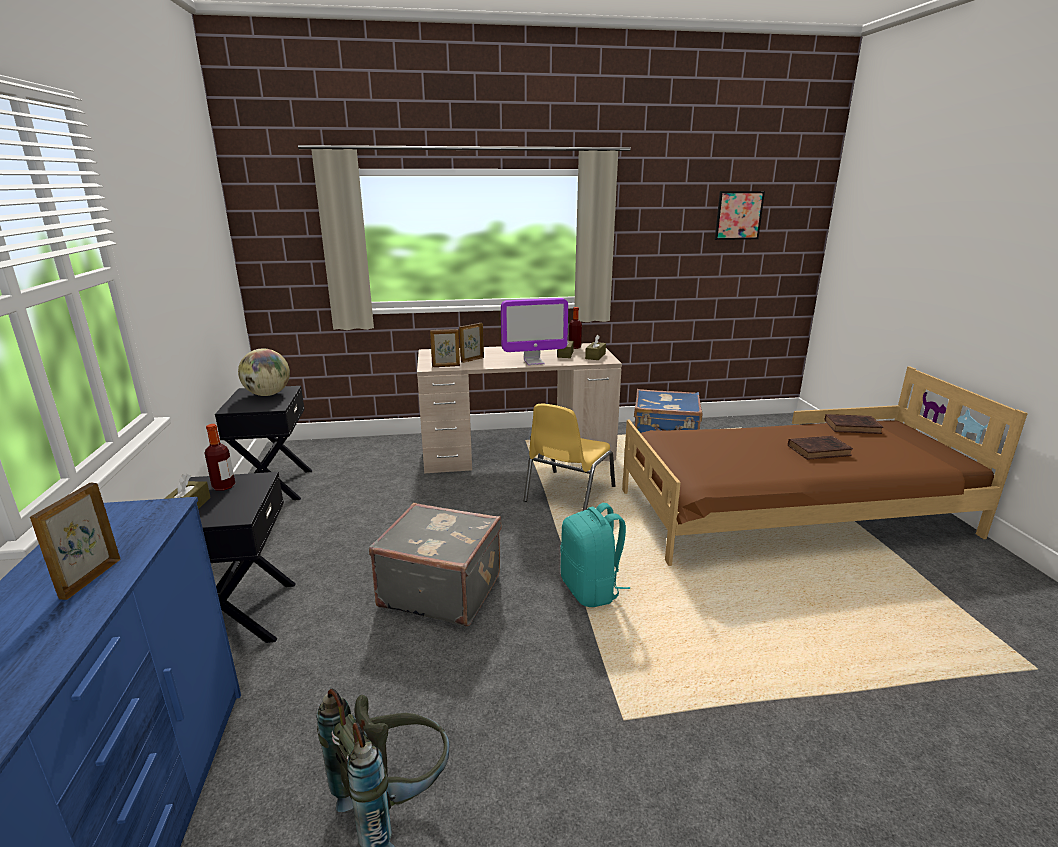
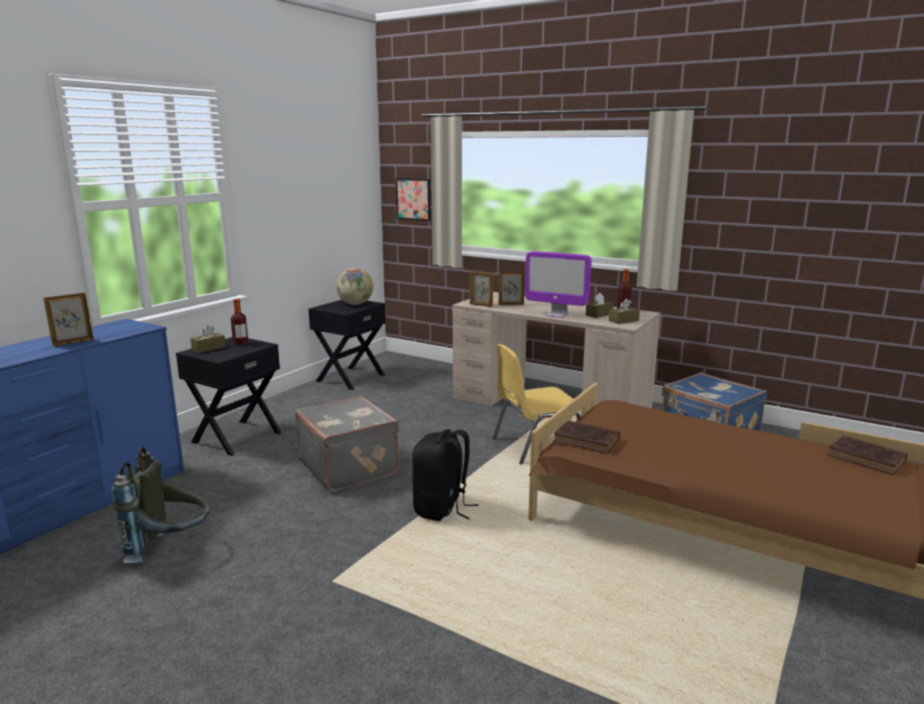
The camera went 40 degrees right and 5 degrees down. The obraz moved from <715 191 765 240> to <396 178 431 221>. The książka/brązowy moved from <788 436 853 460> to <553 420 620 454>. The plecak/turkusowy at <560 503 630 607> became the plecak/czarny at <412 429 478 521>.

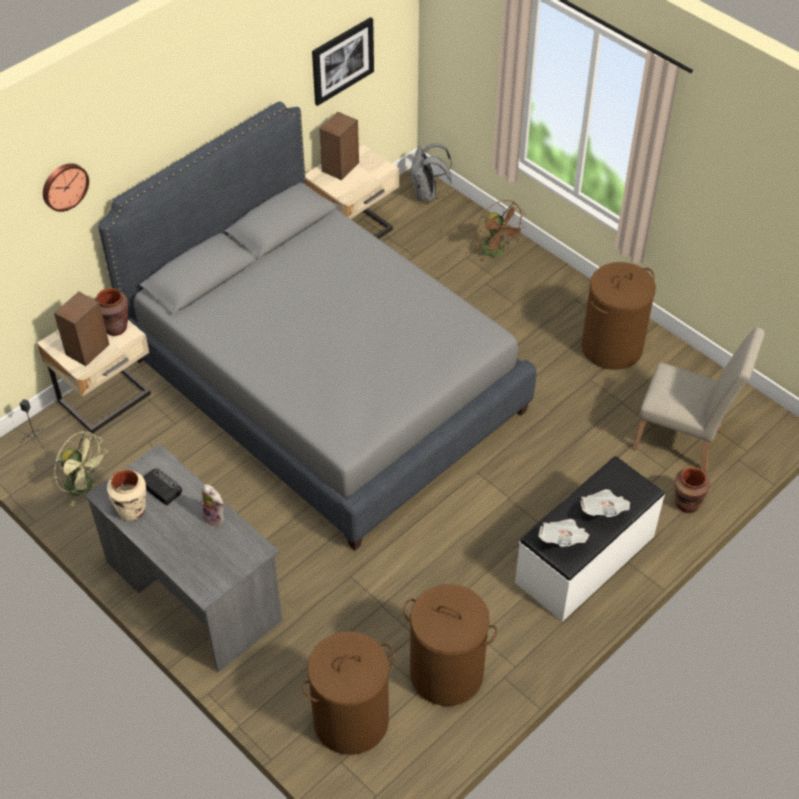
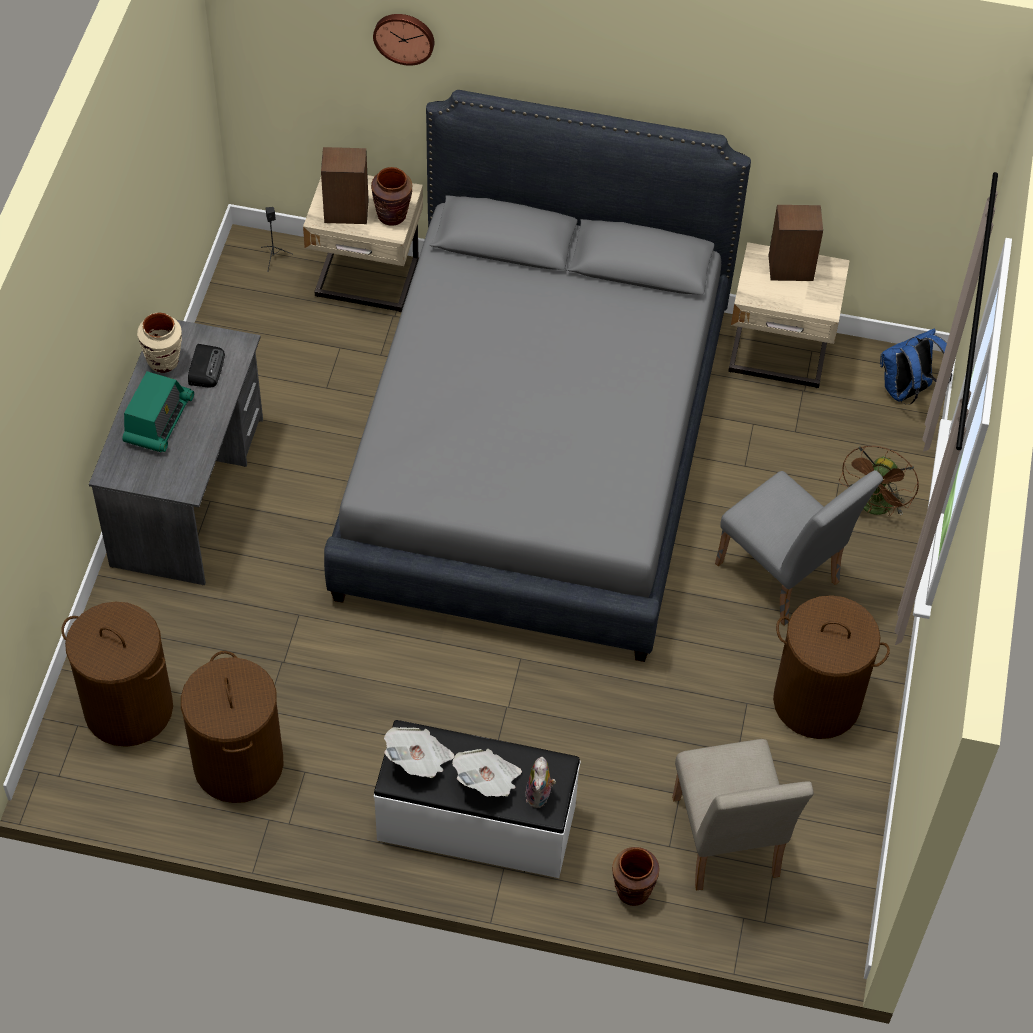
The camera went 55 degrees right and 5 degrees up. The wentylator/zielony at <54 431 108 506> disappeared. The obraz at <312 17 374 106> disappeared. The radio at <122 371 194 452> appeared. The krzesło/szary at <715 470 883 626> appeared. The pluszak moved from <201 484 225 527> to <526 757 556 808>. The plecak/szary at <410 143 452 202> became the plecak/niebieski at <880 328 953 405>.

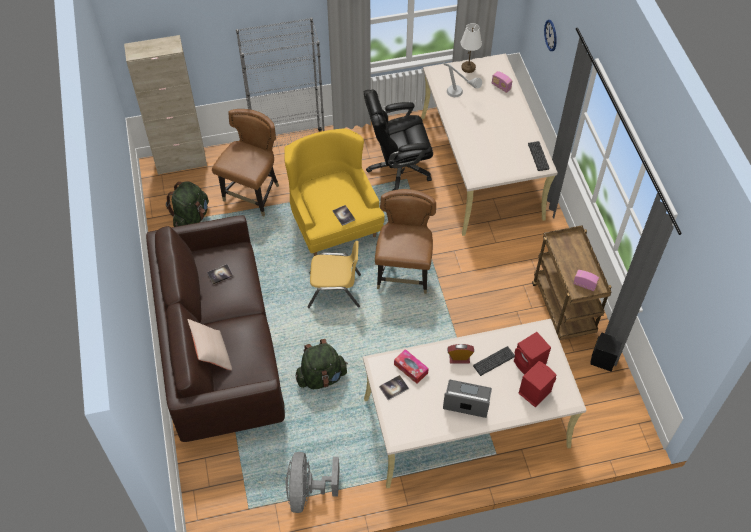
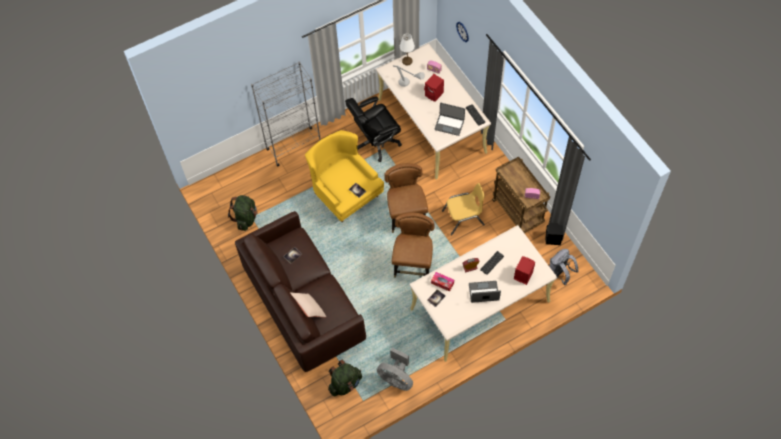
The camera went 15 degrees left and 5 degrees up. The szafka/beżowy at <124 35 207 175> disappeared. The laptop at <434 103 465 136> appeared. The plecak/szary at <549 249 579 285> appeared. The krzesło/brązowy moved from <212 109 279 216> to <392 213 435 278>. The plecak/zielony moved from <296 339 348 389> to <328 360 362 396>. The krzesło/żółty moved from <307 241 361 308> to <442 183 485 235>. The głośnik/czerwony moved from <514 332 551 375> to <424 74 444 102>. The wentylator/szary at <285 452 340 513> turned 45 degrees counterclockwise.

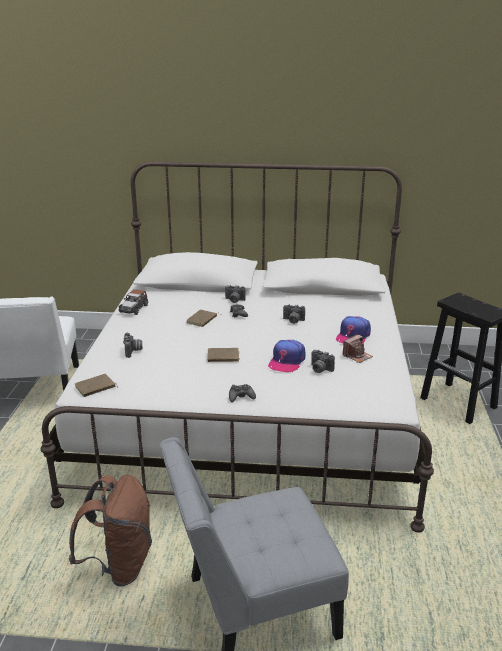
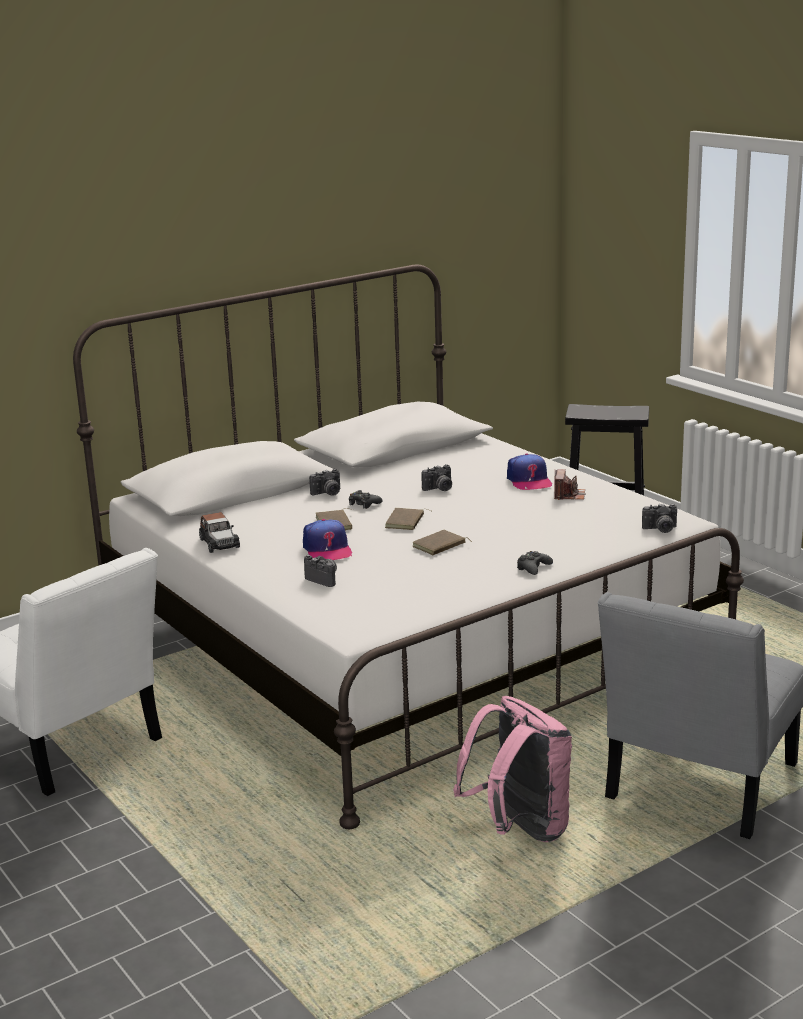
The camera went 40 degrees left and 5 degrees down. The książka/brązowy moved from <75 374 118 397> to <385 508 433 530>. The czapka z daszkiem moved from <268 340 306 373> to <303 519 352 560>. The aparat fotograficzny moved from <311 350 335 373> to <642 504 677 533>. The plecak/brązowy at <69 475 152 586> became the plecak/różowy at <453 696 572 842>.

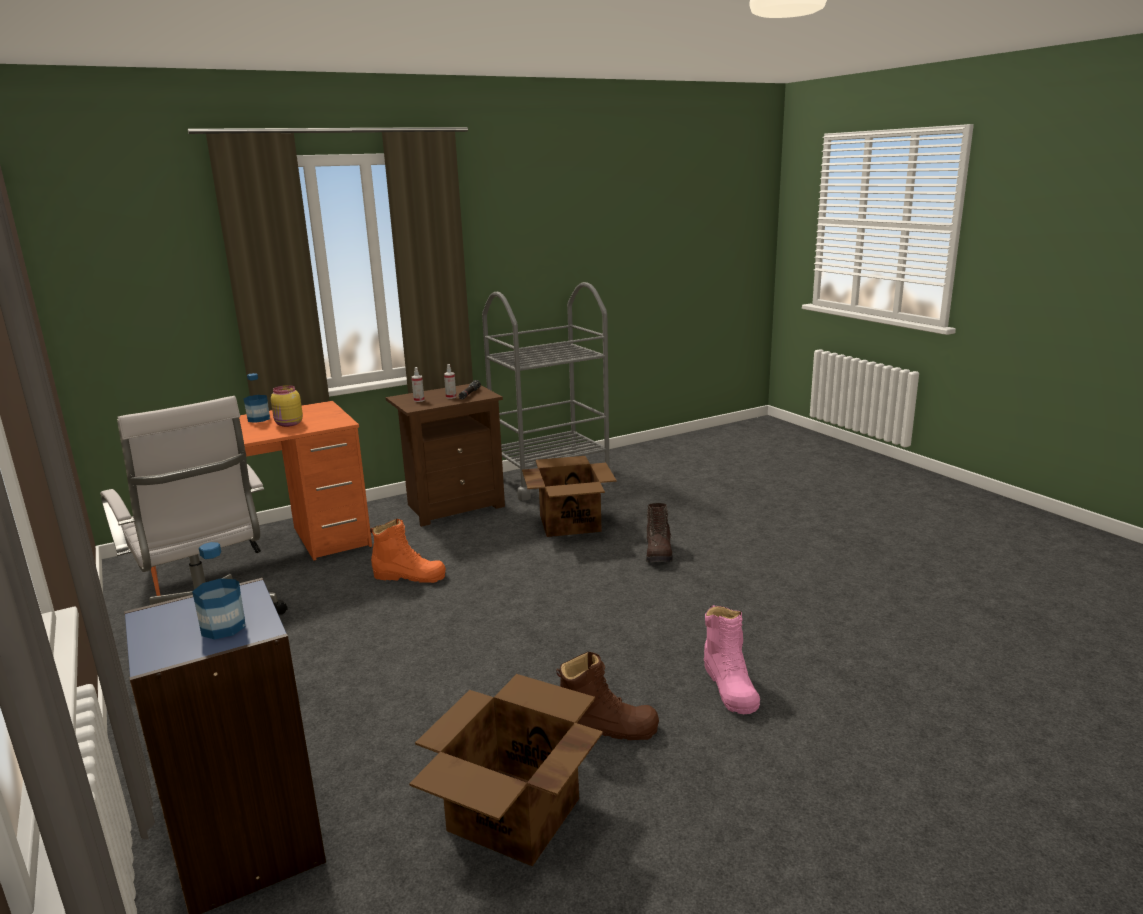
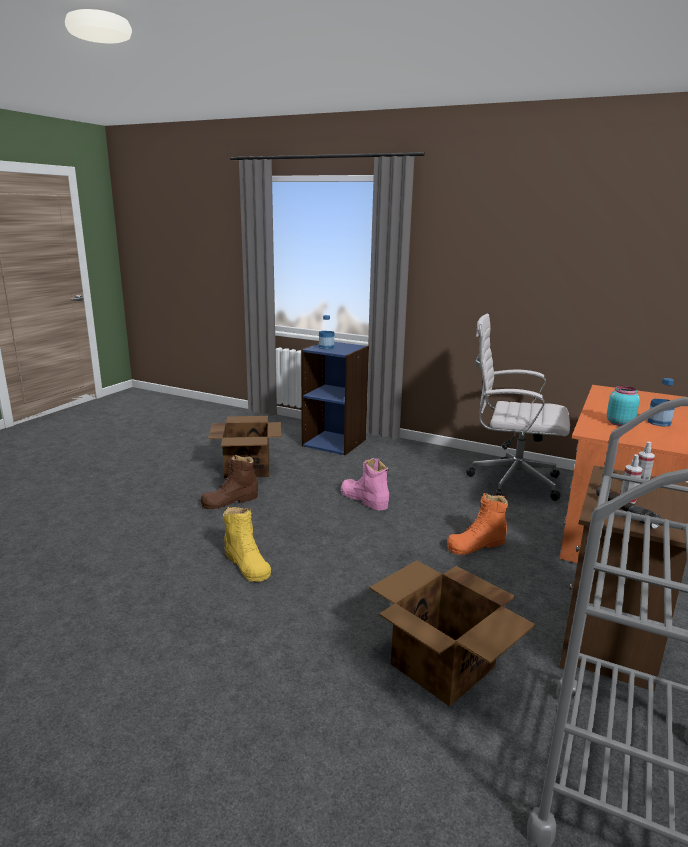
The camera went 145 degrees right and 0 degrees up. The but z cholewką/brązowy at <646 503 673 562> disappeared. The but z cholewką/żółty at <223 507 271 582> appeared. The but z cholewką/różowy moved from <704 605 760 714> to <341 458 389 510>. The słoik/żółty at <271 385 303 427> became the słoik/turkusowy at <607 386 640 426>.

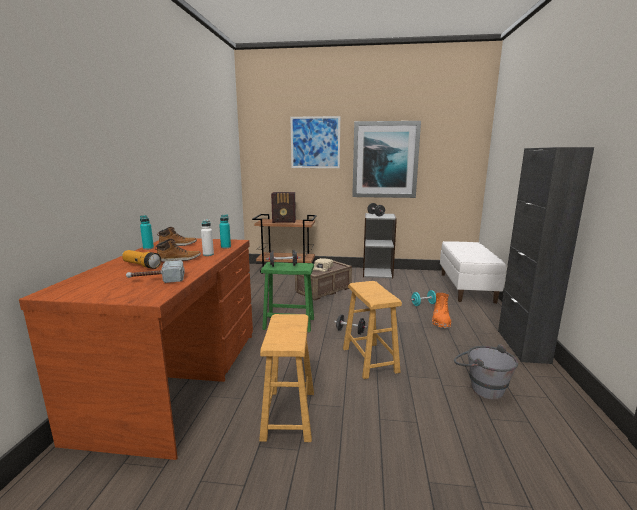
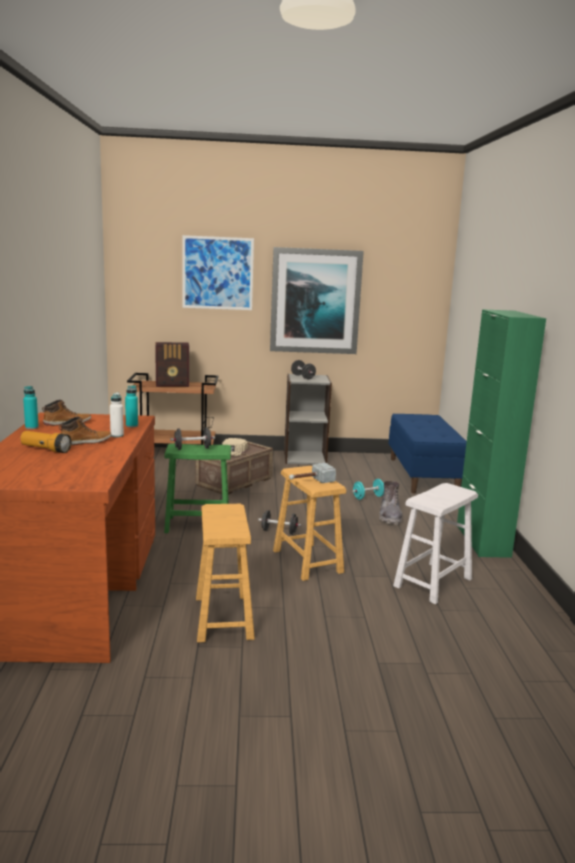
The camera went 10 degrees left and 0 degrees up. The młotek moved from <126 260 185 283> to <289 463 336 483>. The wiadro/szary at <454 344 518 400> was replaced by the stołek/biały at <393 483 478 604>. The but z cholewką/pomarańczowy at <432 293 451 329> became the but z cholewką/szary at <379 481 402 525>. The ławka/biały at <440 241 506 304> became the ławka/niebieski at <389 414 467 493>. The szafka/czarny at <498 147 594 364> became the szafka/zielony at <457 309 546 558>.

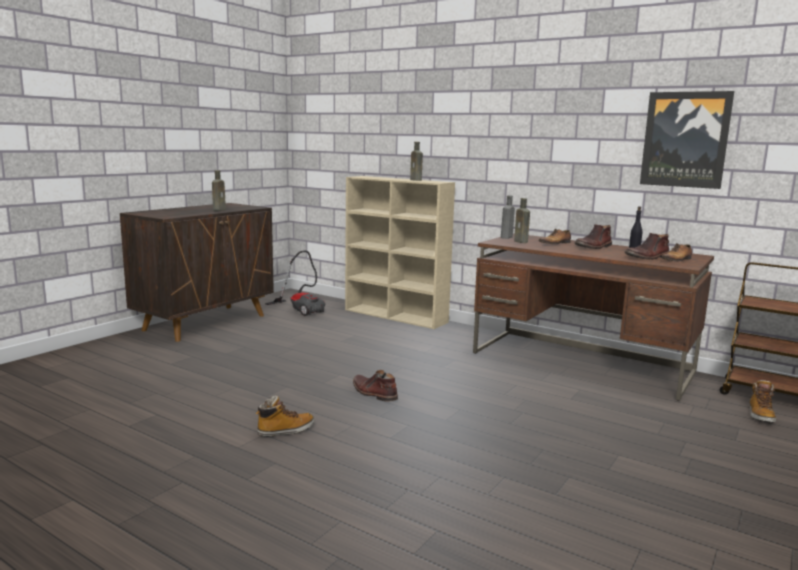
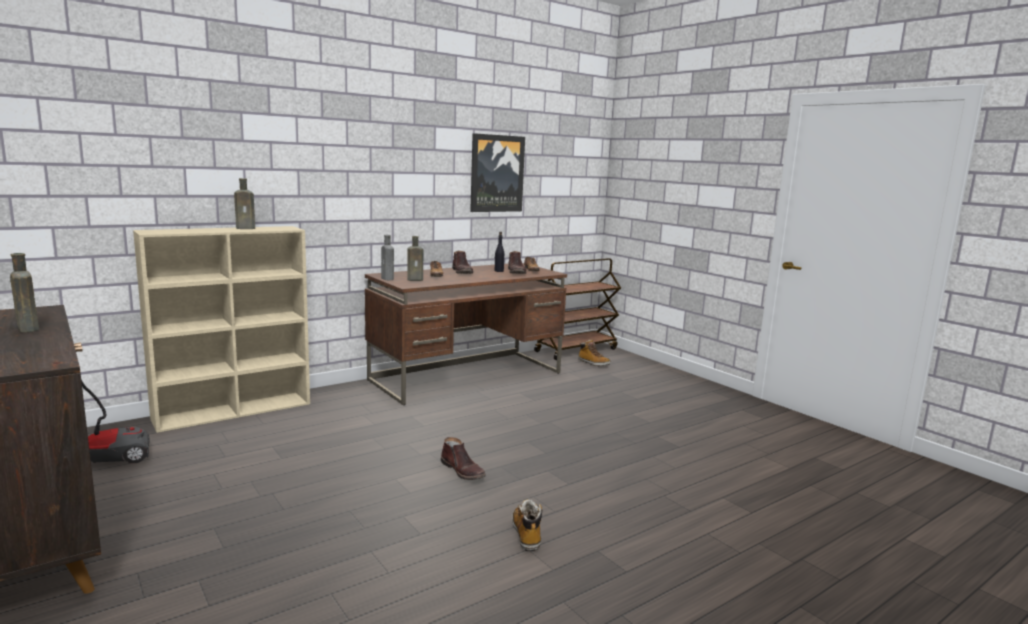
The camera went 70 degrees left and 0 degrees up. The but z cholewką/brązowy at <353 370 398 402> turned 105 degrees counterclockwise.

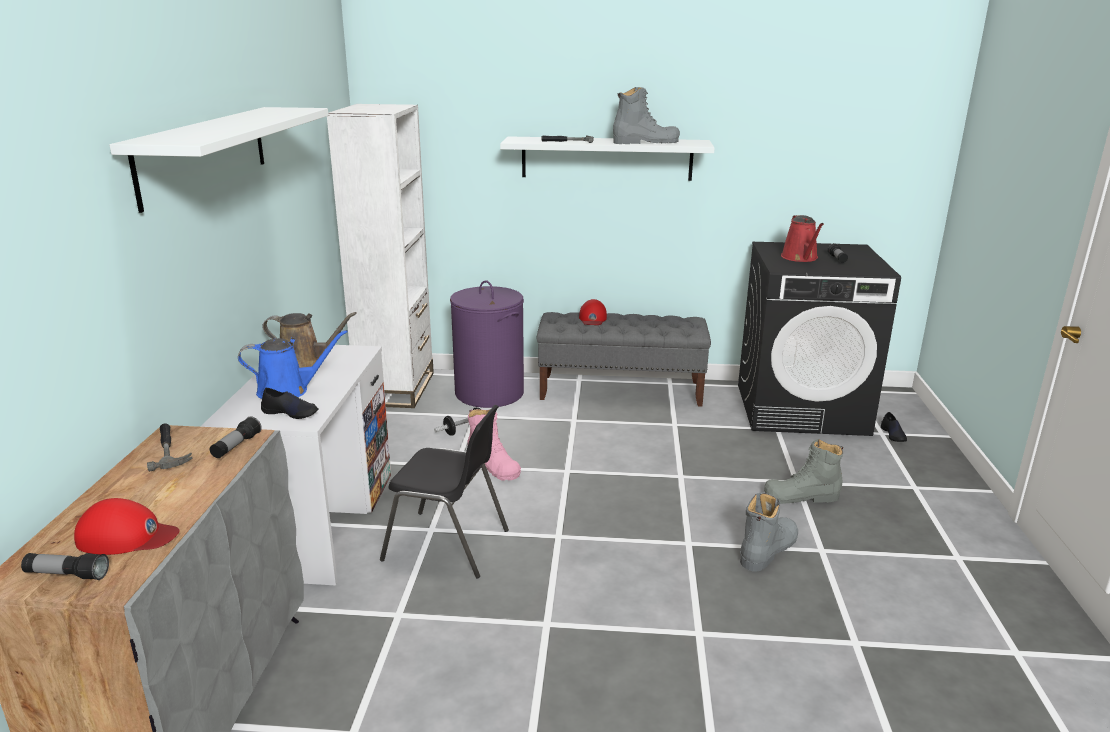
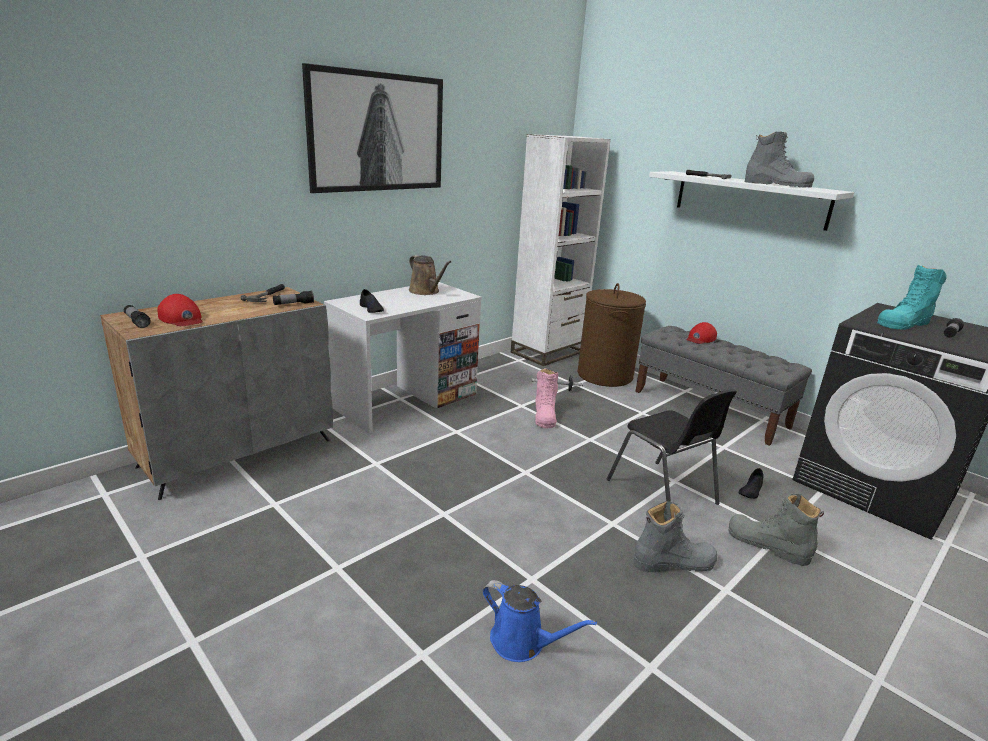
The camera went 40 degrees right and 0 degrees up. The konewka/niebieski moved from <238 330 348 399> to <483 580 597 662>. The krzesło/czarny moved from <380 405 509 578> to <607 389 737 505>. The but/czarny moved from <881 412 907 442> to <739 468 763 499>. The półka/biały at <109 107 329 213> was replaced by the obraz at <302 63 443 193>. The konewka/czerwony at <781 215 824 262> was replaced by the but z cholewką/turkusowy at <877 265 947 330>. The kosz na pranie/fioletowy at <450 280 524 408> became the kosz na pranie/brązowy at <578 283 646 387>.

